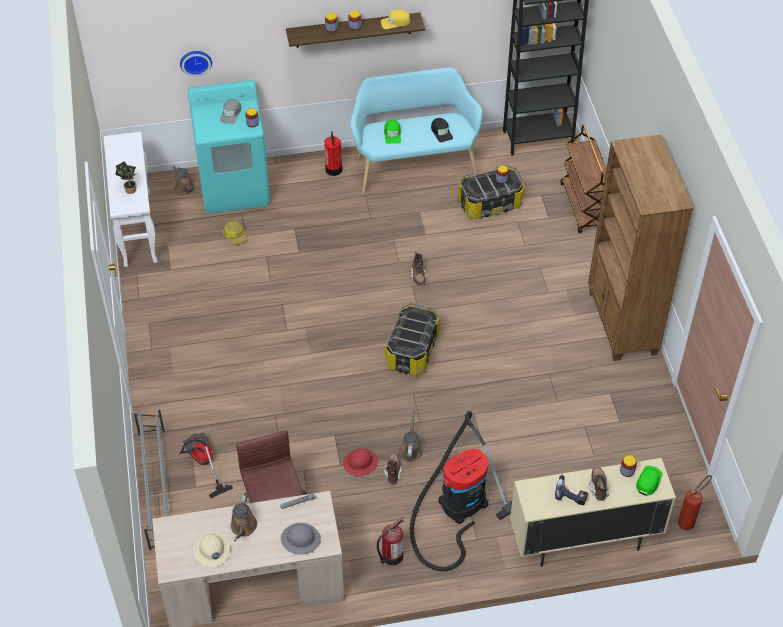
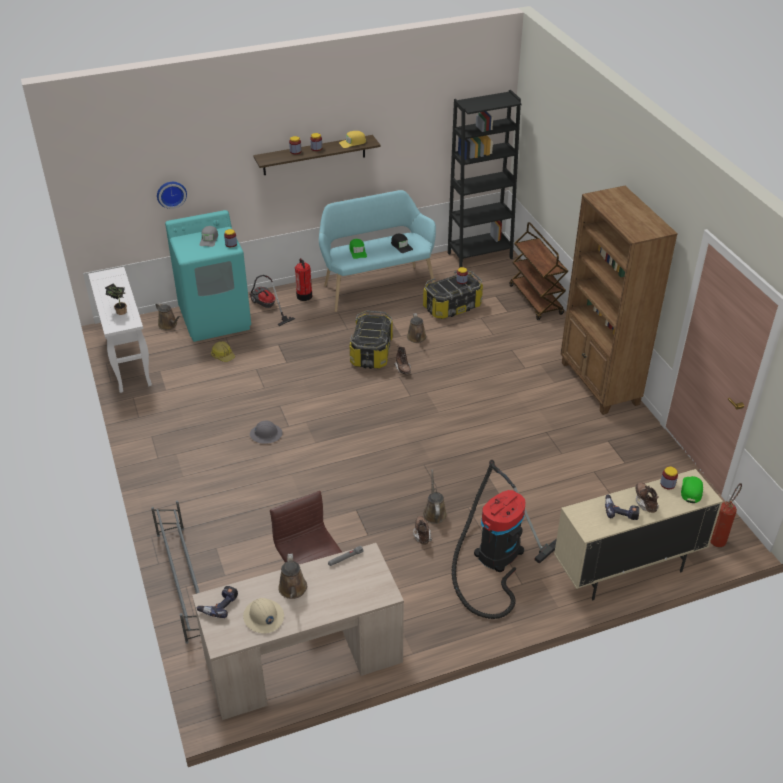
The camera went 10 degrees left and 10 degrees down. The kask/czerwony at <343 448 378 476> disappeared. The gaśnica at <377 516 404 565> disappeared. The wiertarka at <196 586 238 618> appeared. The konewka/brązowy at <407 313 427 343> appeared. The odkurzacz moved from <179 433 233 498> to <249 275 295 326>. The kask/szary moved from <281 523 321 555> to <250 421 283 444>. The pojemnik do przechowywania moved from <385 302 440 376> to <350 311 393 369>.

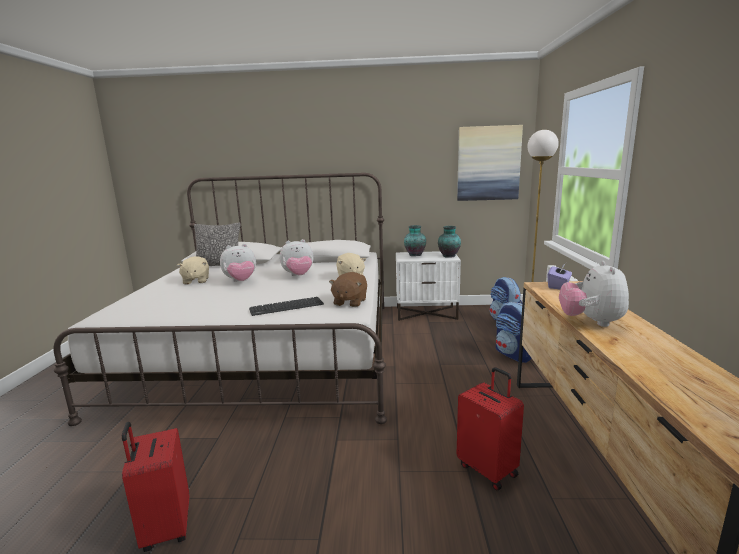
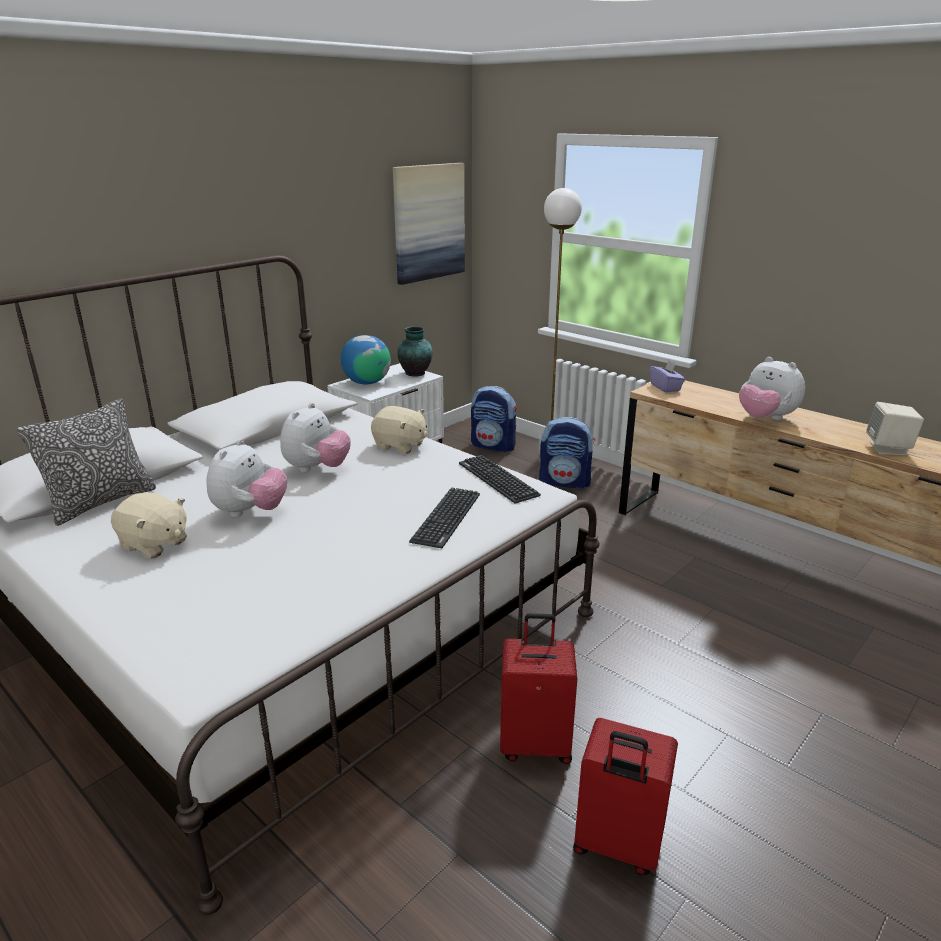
The camera went 50 degrees left and 10 degrees up. The głośnik/beżowy at <866 402 924 455> appeared. The walizka/czerwony moved from <457 367 524 491> to <500 613 577 764>. The pluszak/brązowy at <329 272 367 307> was replaced by the klawiatura at <459 455 541 503>. The wazon at <404 225 426 256> was replaced by the globus at <341 335 391 384>.

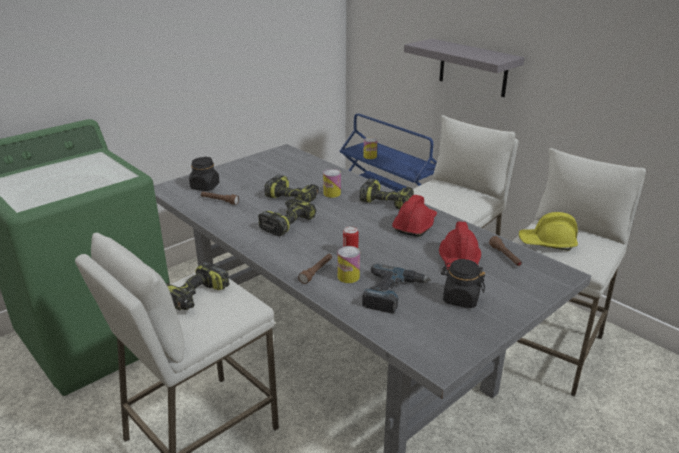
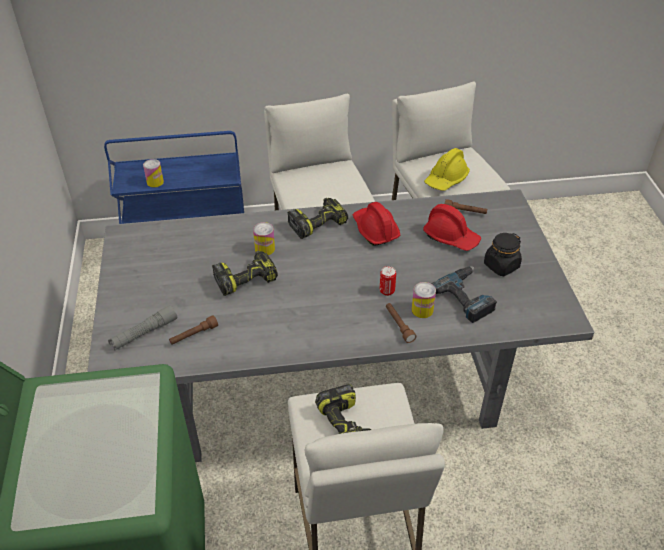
The camera went 55 degrees left and 15 degrees up. The wiertarka at <258 198 316 236> disappeared. The półka/szary at <404 39 525 97> disappeared. The słoik/czarny at <189 157 220 191> was replaced by the latarka/szary at <108 305 177 351>.

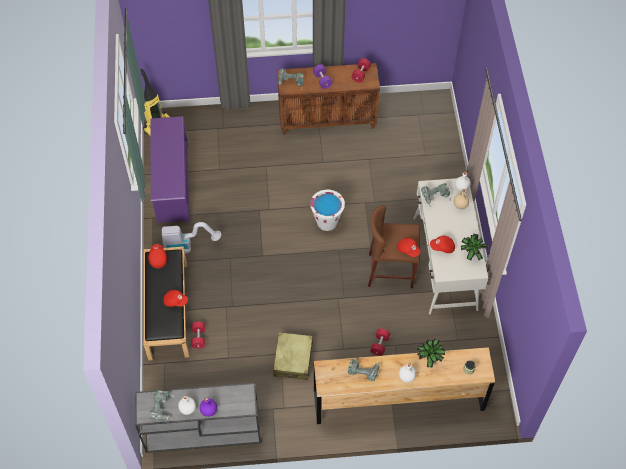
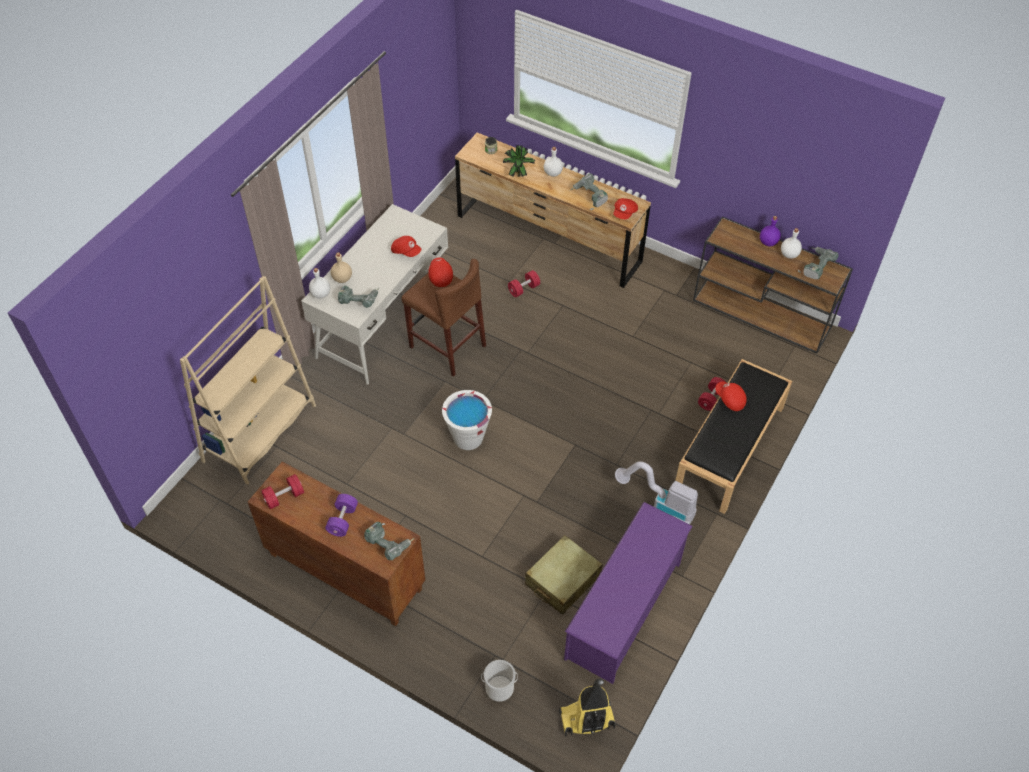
The camera went 145 degrees left and 5 degrees down. The roślina doniczkowa at <461 234 488 260> disappeared. The regał/beżowy at <180 276 316 484> appeared. The wiadro at <481 660 518 702> appeared. The czapka z daszkiem/czerwony moved from <148 244 167 268> to <614 198 638 219>. The walizka/beżowy moved from <273 332 313 380> to <525 535 602 615>. The stolik konsolowy/szary at <135 383 260 453> became the stolik konsolowy/brązowy at <693 217 853 354>.

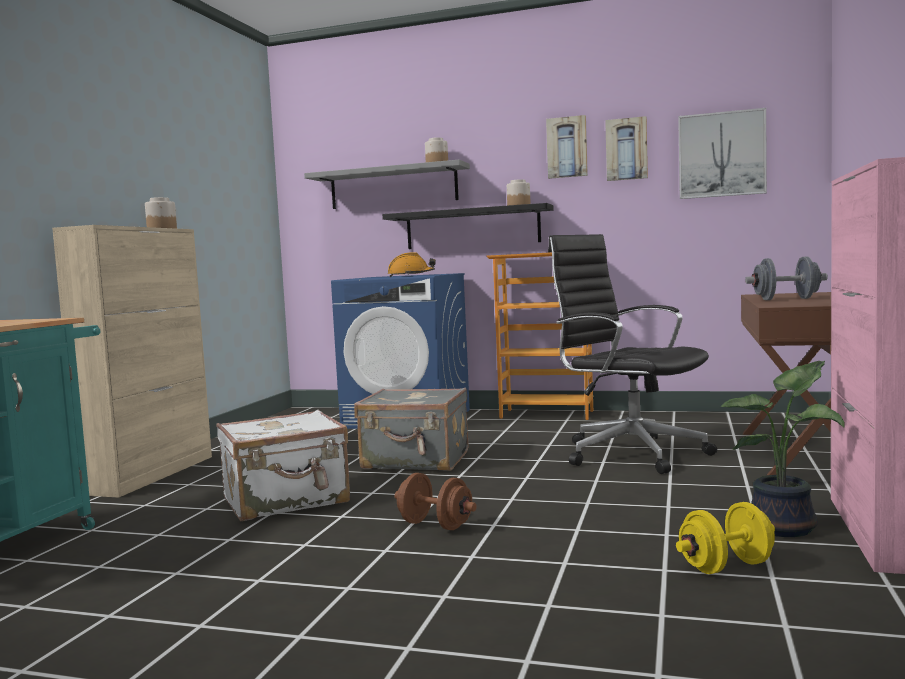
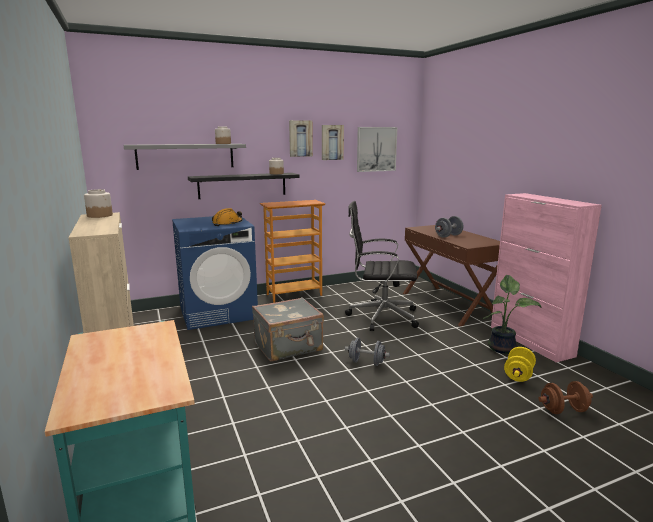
The camera went 40 degrees left and 10 degrees up. The walizka/biały at <216 410 350 521> disappeared. The hantel/szary at <345 338 390 366> appeared. The hantel/brązowy moved from <395 473 477 530> to <539 381 593 414>.

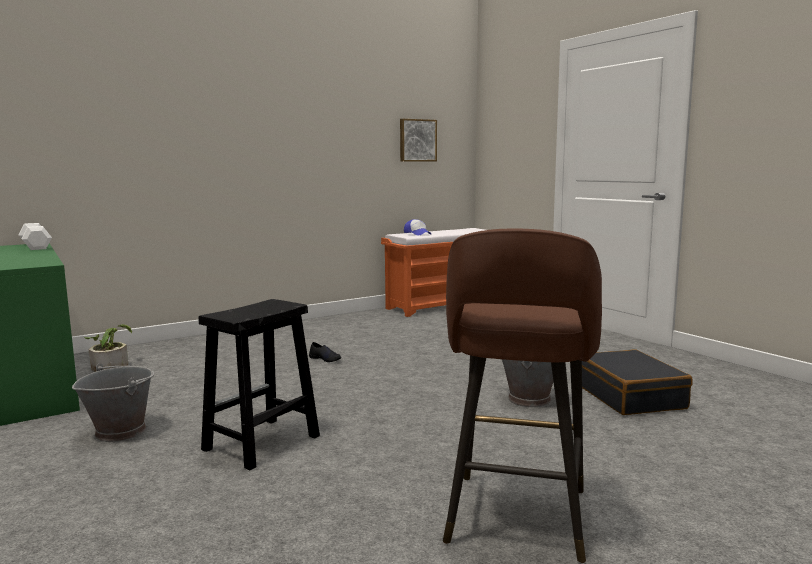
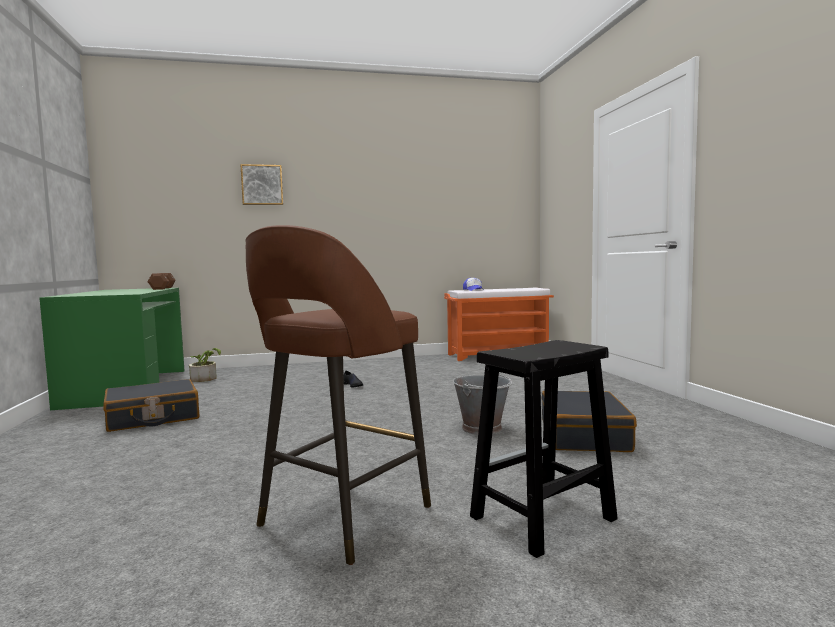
The camera went 20 degrees right and 5 degrees down. The stołek/czarny moved from <199 299 320 470> to <470 340 618 558>. The obraz moved from <400 119 437 162> to <240 164 283 205>. The wiadro/szary at <72 364 155 442> was replaced by the walizka/czarny at <103 379 199 432>. The hantel/biały at <18 223 52 250> became the hantel/brązowy at <148 273 176 290>.

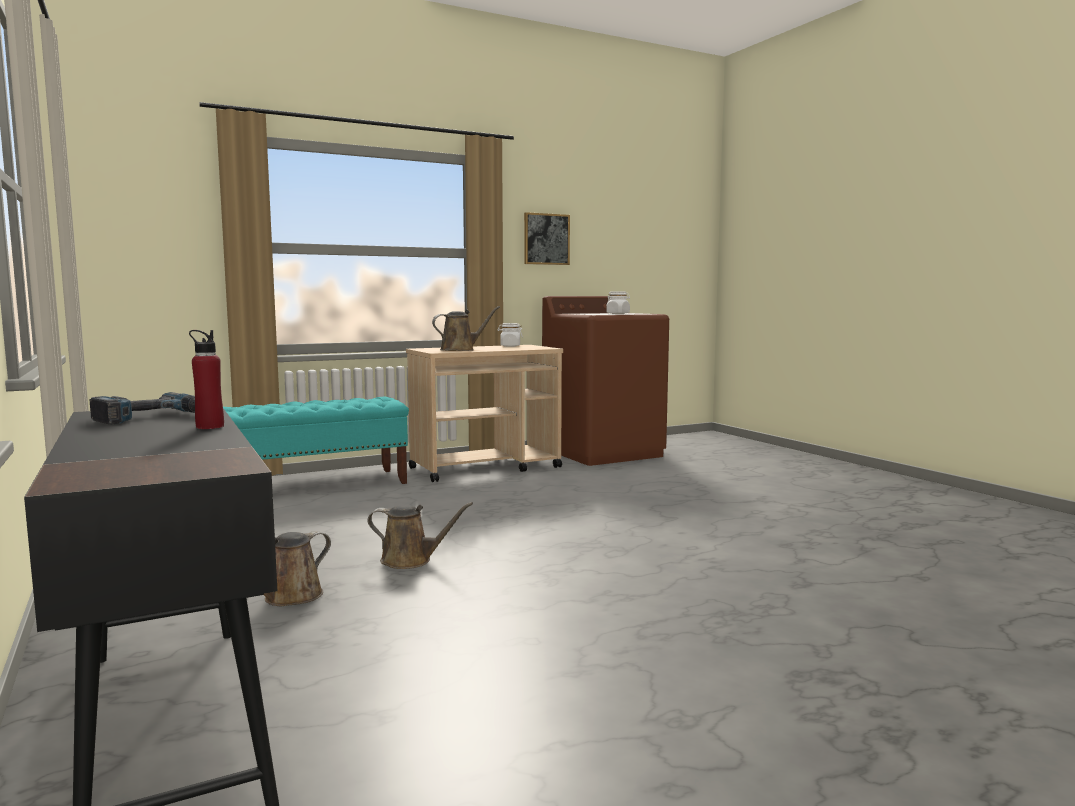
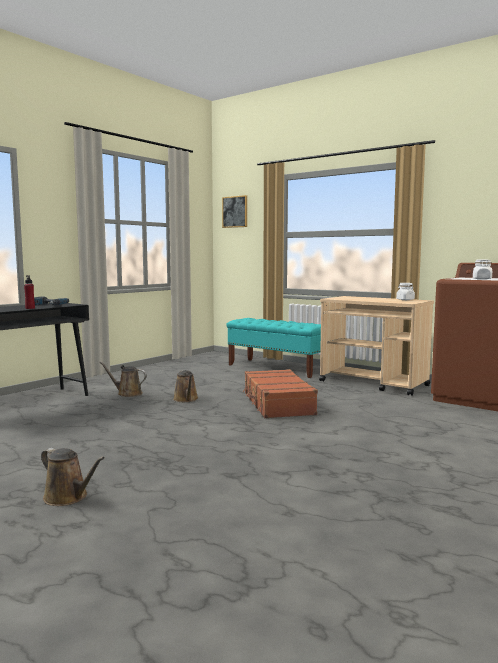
The camera went 65 degrees right and 0 degrees up. The walizka/brązowy at <243 369 318 418> appeared. The konewka/brązowy moved from <432 306 500 351> to <41 448 105 506>. The obraz moved from <524 212 570 265> to <222 195 247 228>.

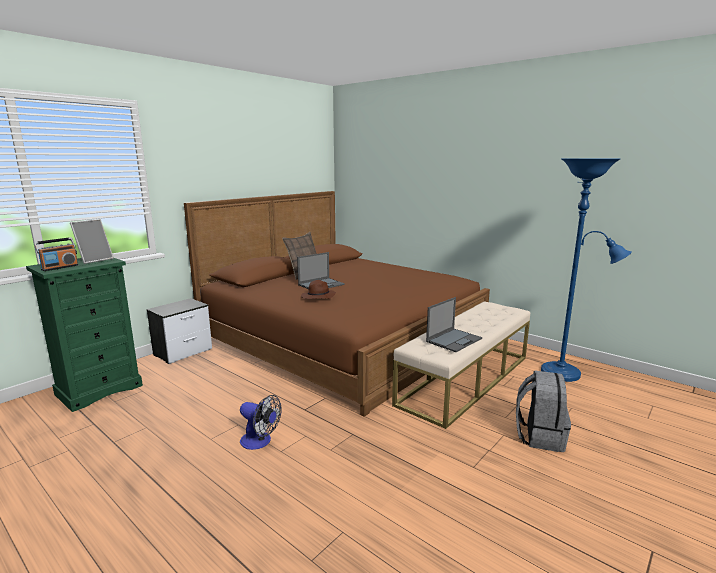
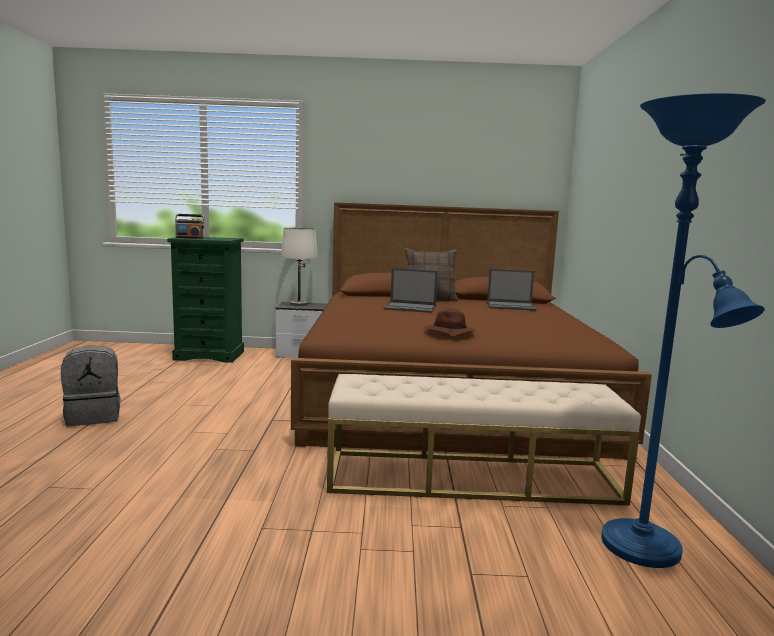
The camera went 50 degrees right and 5 degrees down. The ramka na zdjęcie at <70 219 114 264> disappeared. The wentylator at <240 395 282 450> disappeared. The lampa stołowa/biały at <281 227 318 306> appeared. The kapelusz/brązowy moved from <301 280 336 299> to <425 308 476 336>. The laptop moved from <426 297 482 352> to <487 269 536 311>. The plecak/szary moved from <516 370 571 452> to <61 345 120 426>.

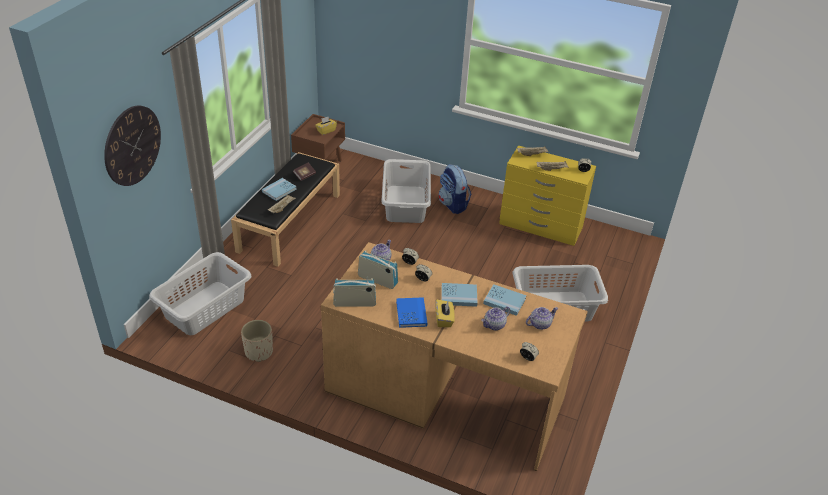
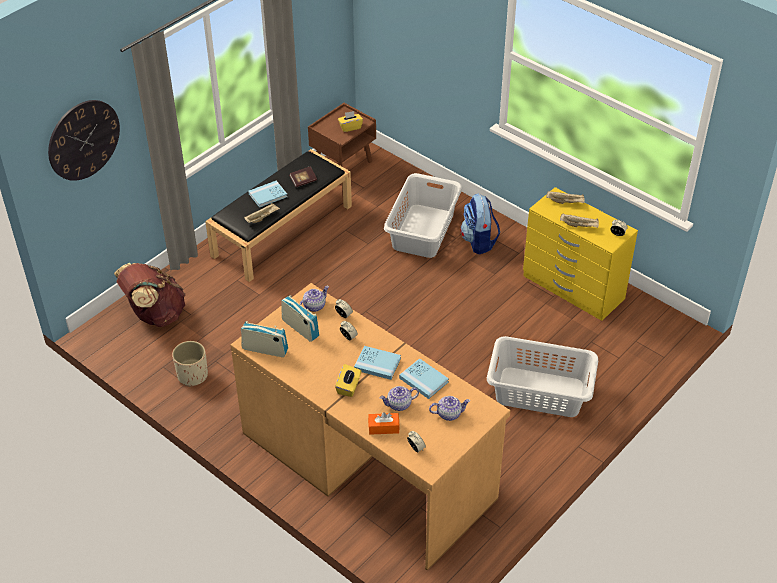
The camera went 20 degrees right and 5 degrees up. The książka/niebieski at <396 297 427 328> disappeared. The pudełko chusteczek/pomarańczowy at <368 412 400 435> appeared. The kosz na pranie/szary at <149 252 252 335> was replaced by the plecak/brązowy at <114 263 185 327>.

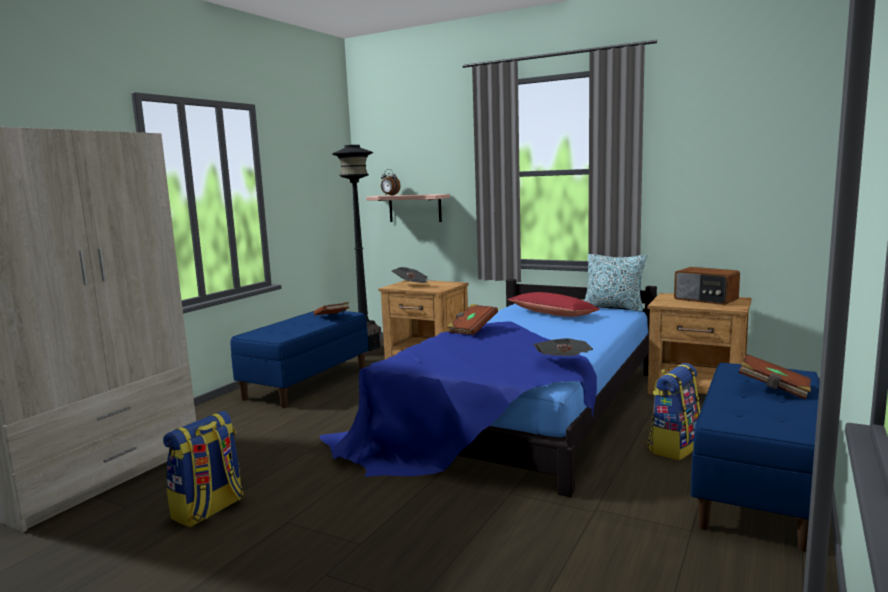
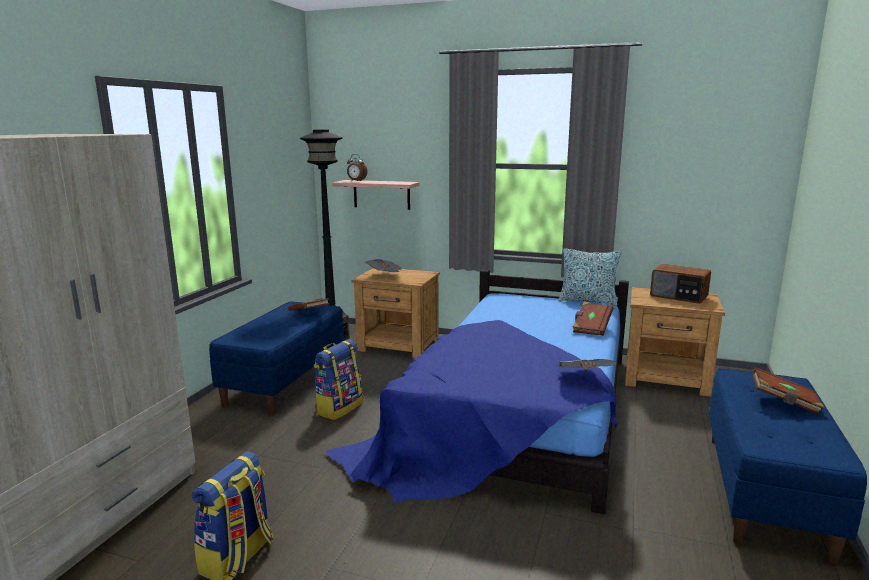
The camera went 10 degrees left and 5 degrees up. The poduszka/czerwony at <507 292 600 317> disappeared. The książka/brązowy moved from <447 304 498 335> to <572 302 613 336>. The plecak moved from <647 363 700 460> to <313 339 363 420>.

